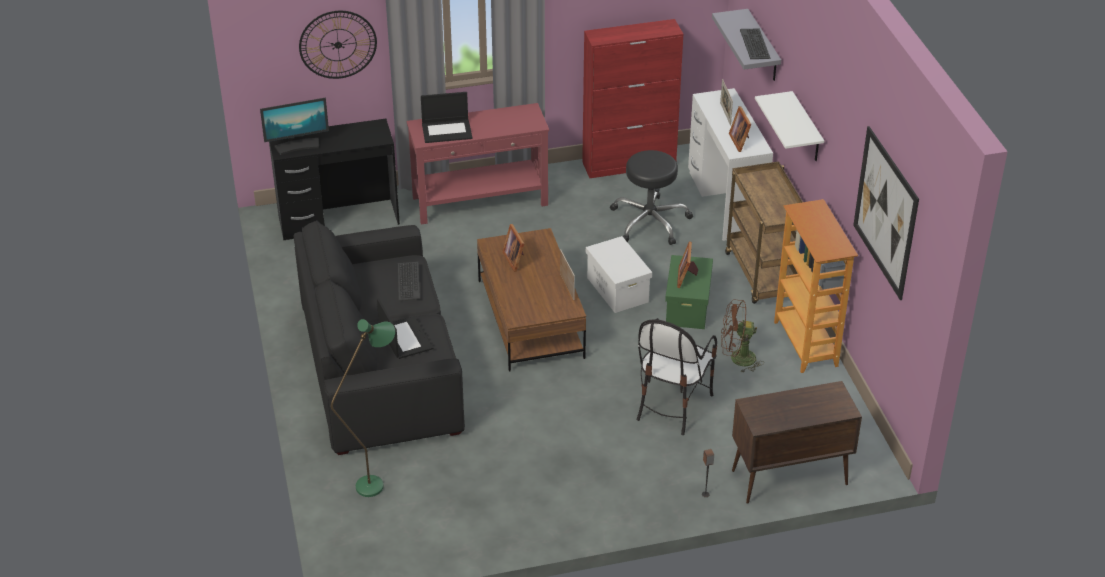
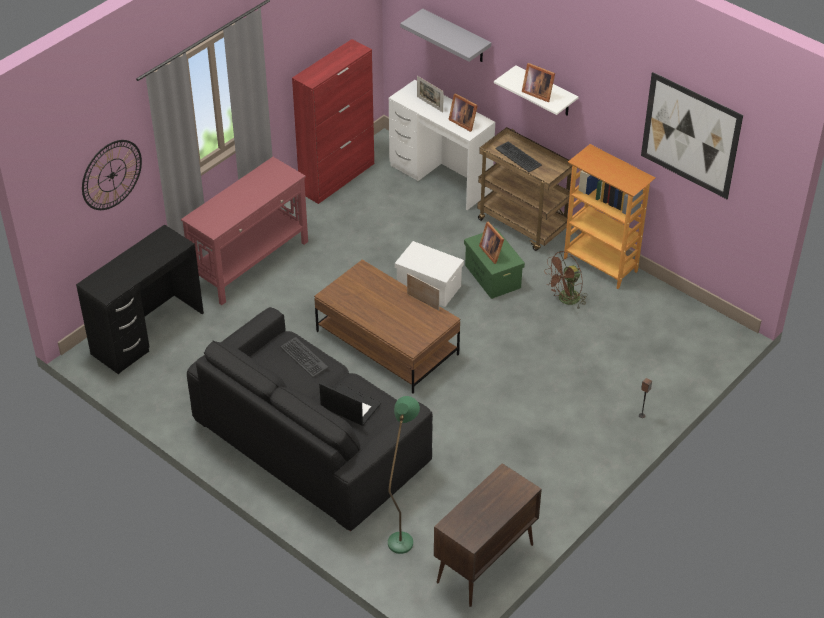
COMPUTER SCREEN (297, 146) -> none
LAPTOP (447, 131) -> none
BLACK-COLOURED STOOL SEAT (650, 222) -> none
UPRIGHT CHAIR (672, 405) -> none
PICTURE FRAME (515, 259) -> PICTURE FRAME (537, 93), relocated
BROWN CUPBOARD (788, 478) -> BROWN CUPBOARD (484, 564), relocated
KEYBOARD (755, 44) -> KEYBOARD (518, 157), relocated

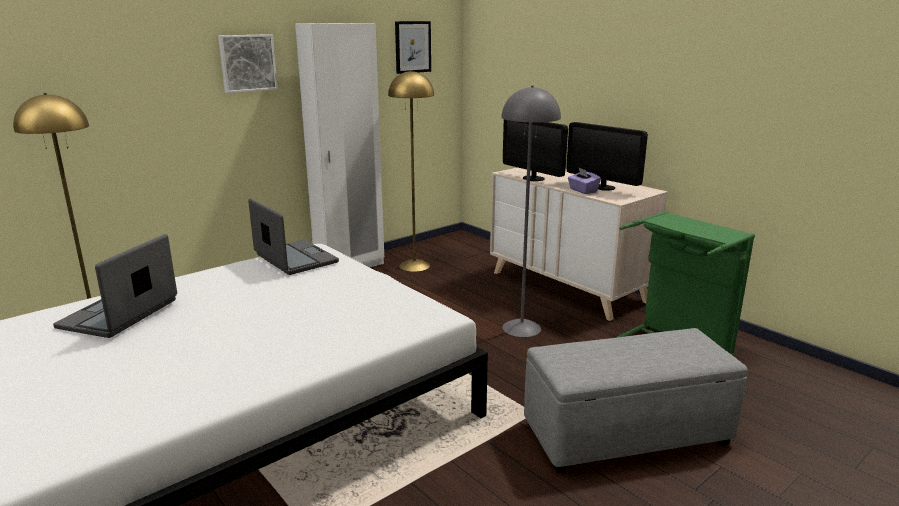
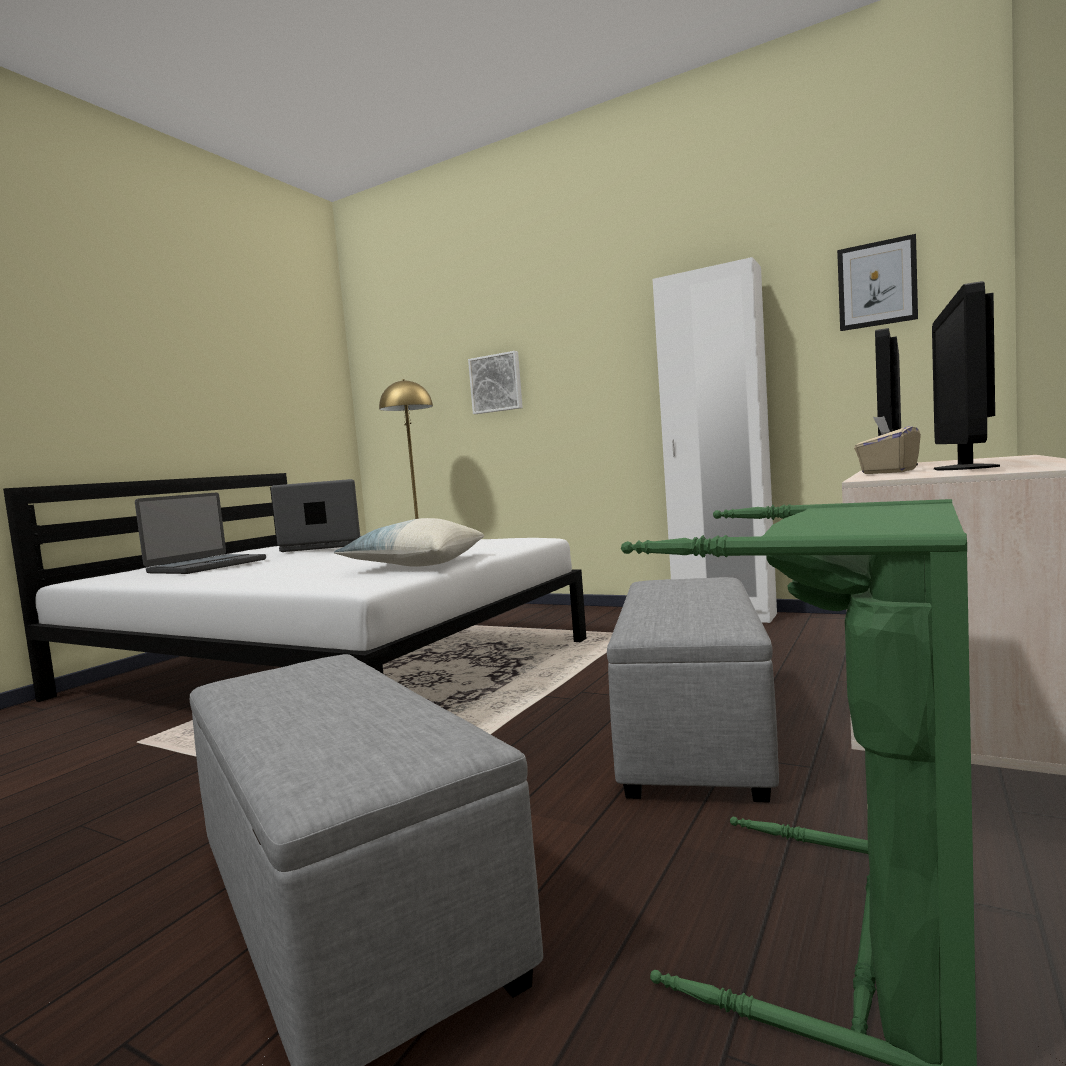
YELLOWISH STANDING LAMP (414, 265) -> none
none -> CUSHION (415, 565)
WALL PICTURE (247, 63) -> WALL PICTURE (496, 383), relocated
LAPTOP (295, 259) -> LAPTOP (206, 566), relocated
GREYISH STANDING LAMP (522, 328) -> GREYISH FOOTREST (693, 735)
PURPLE BOX OF TISSUES (582, 191) -> SAND-COLOURED BOX OF TISSUES (888, 472)

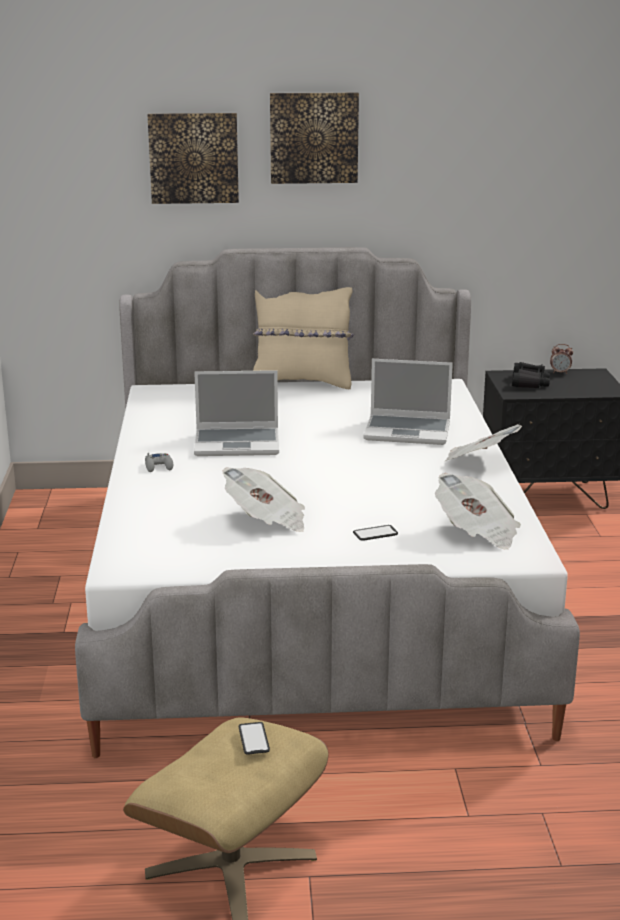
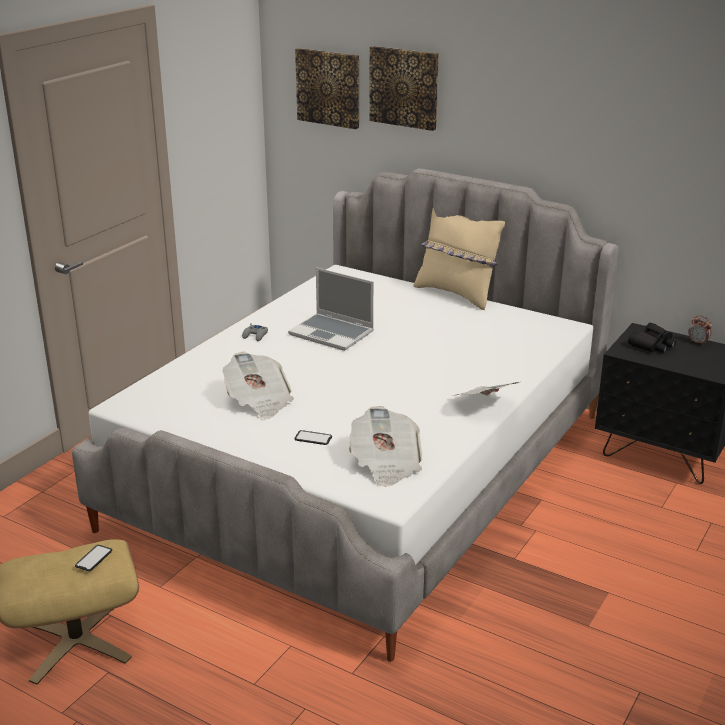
LAPTOP (408, 431) -> none
WALL PICTURE (314, 137) -> WALL PICTURE (329, 87), relocated

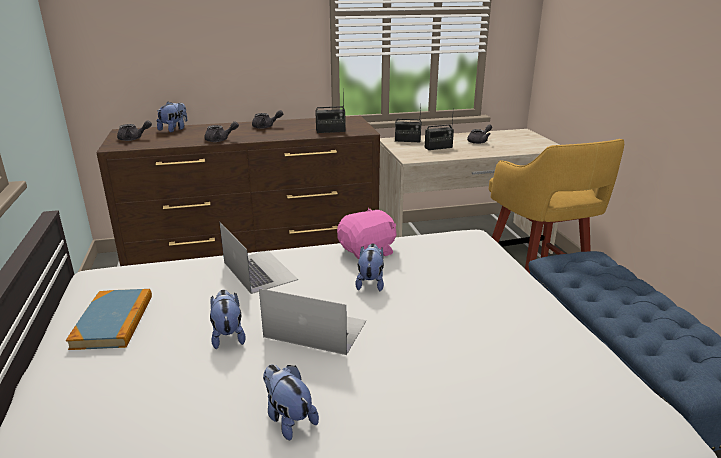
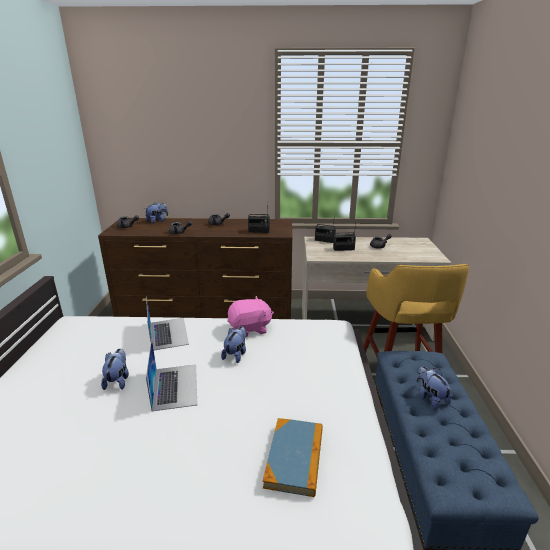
BOOK (113, 322) -> BOOK (295, 457), relocated
SOFT TOY (288, 419) -> SOFT TOY (430, 398), relocated
LAPTOP (315, 329) -> LAPTOP (175, 386), 45 degrees clockwise

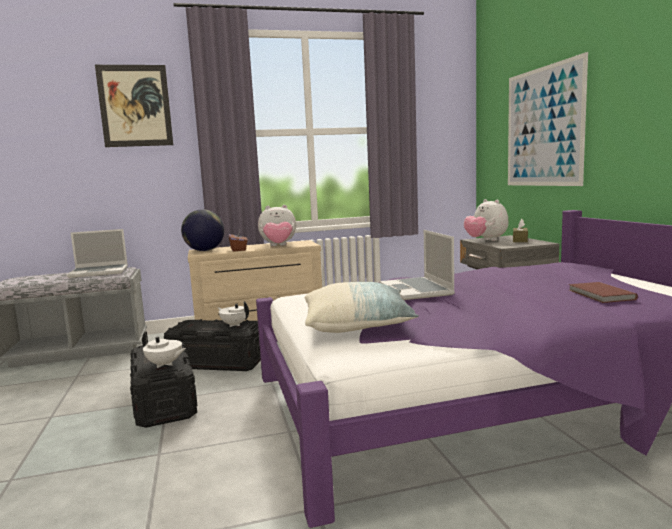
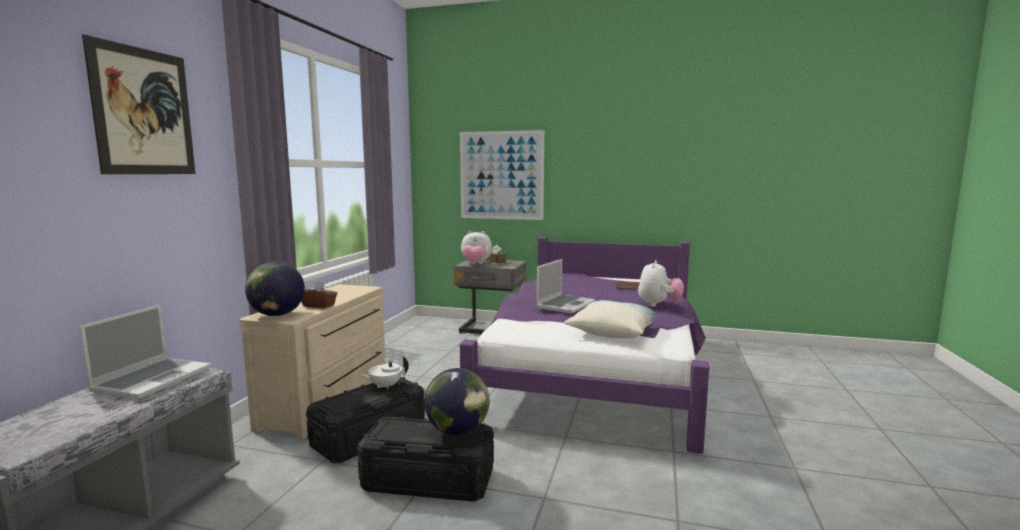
SOFT TOY (278, 246) -> SOFT TOY (659, 305), relocated
WHITISH TEA POT (164, 364) -> WORLD GLOBE (458, 431)
LAPTOP (417, 290) -> LAPTOP (565, 305), 75 degrees counterclockwise

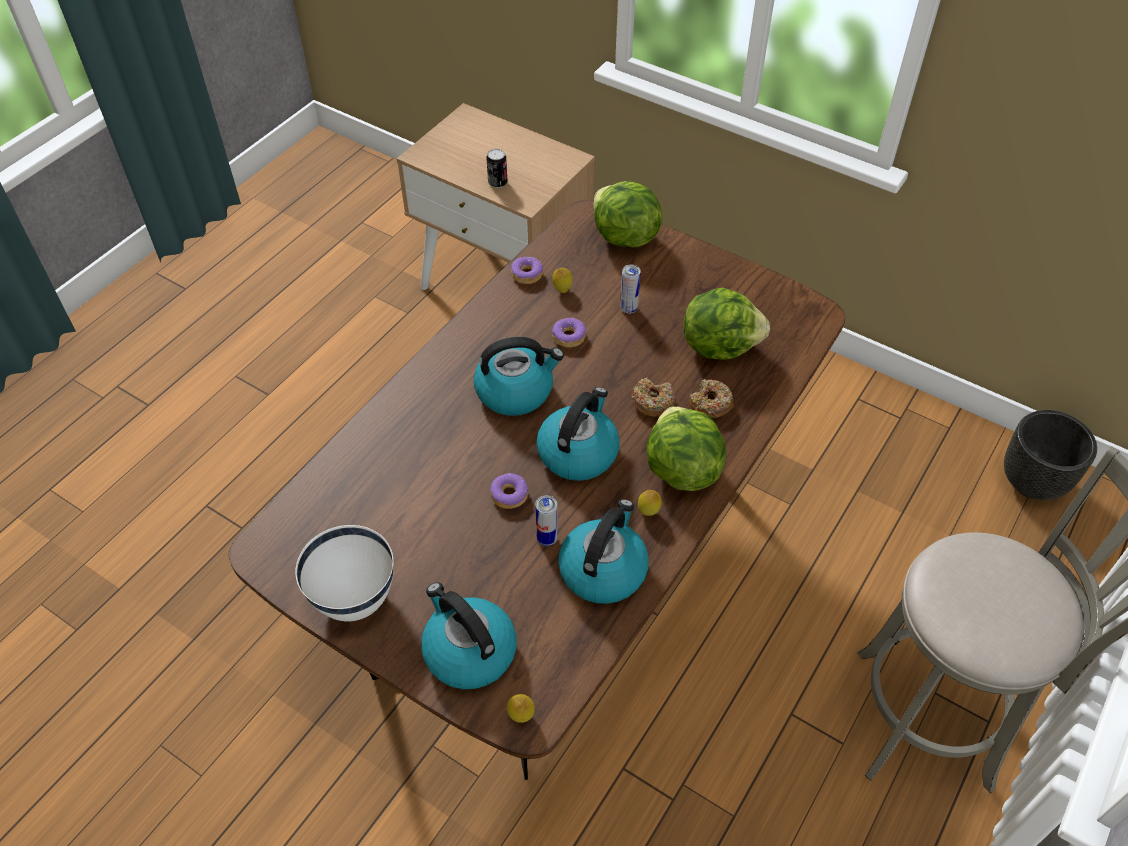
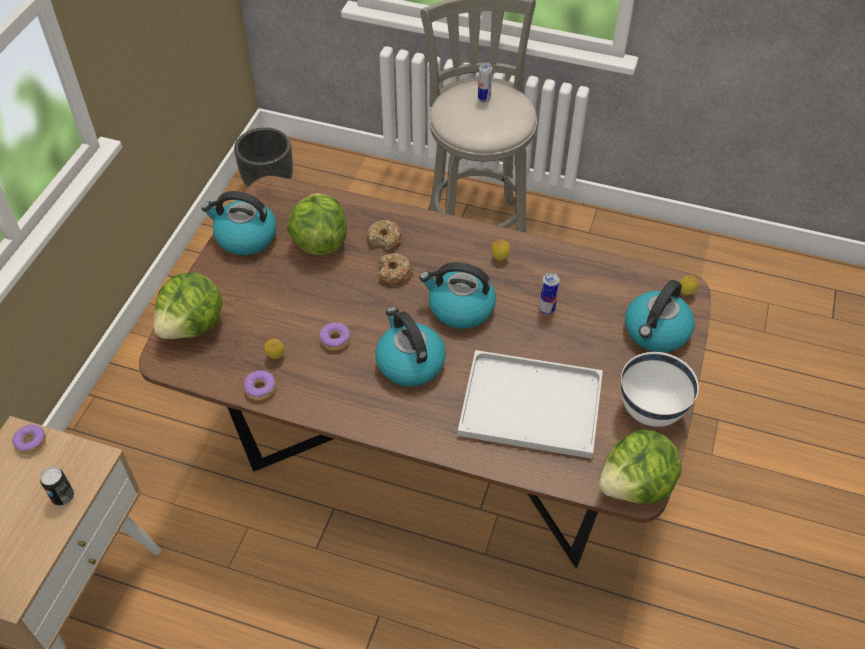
none -> WHITISH TRAY (534, 404)
DOUGHNUT (509, 495) -> DOUGHNUT (31, 442), relocated
KETTLE (603, 569) -> KETTLE (245, 237), relocated
CAN (628, 308) -> CAN (484, 99), relocated
LETTUCE HEAD (681, 470) -> LETTUCE HEAD (636, 486), relocated

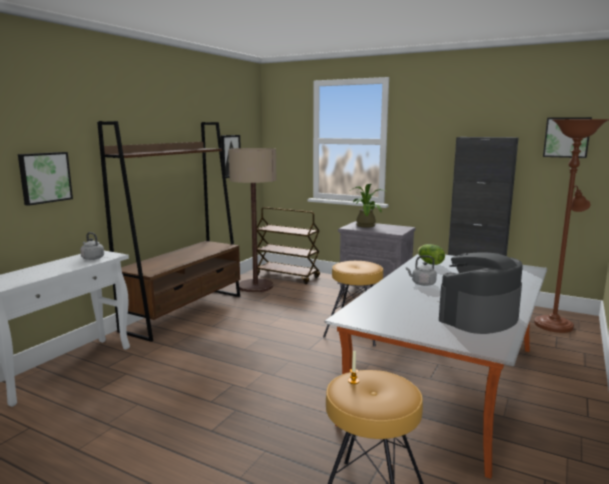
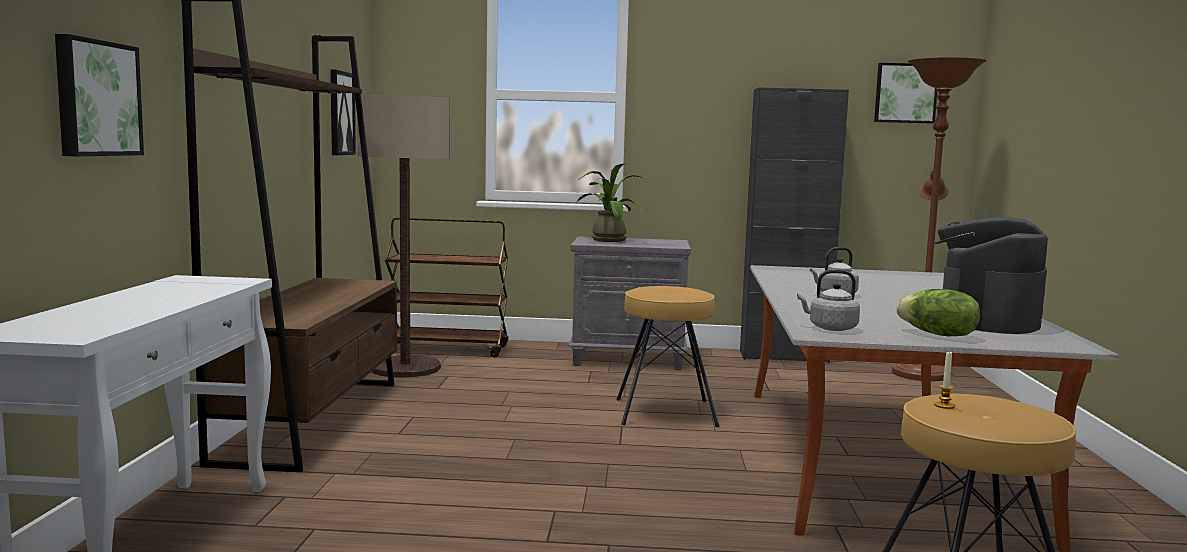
GREYISH KETTLE (92, 258) -> GREYISH KETTLE (830, 328), relocated
LETTUCE HEAD (429, 263) -> LETTUCE HEAD (938, 335), relocated

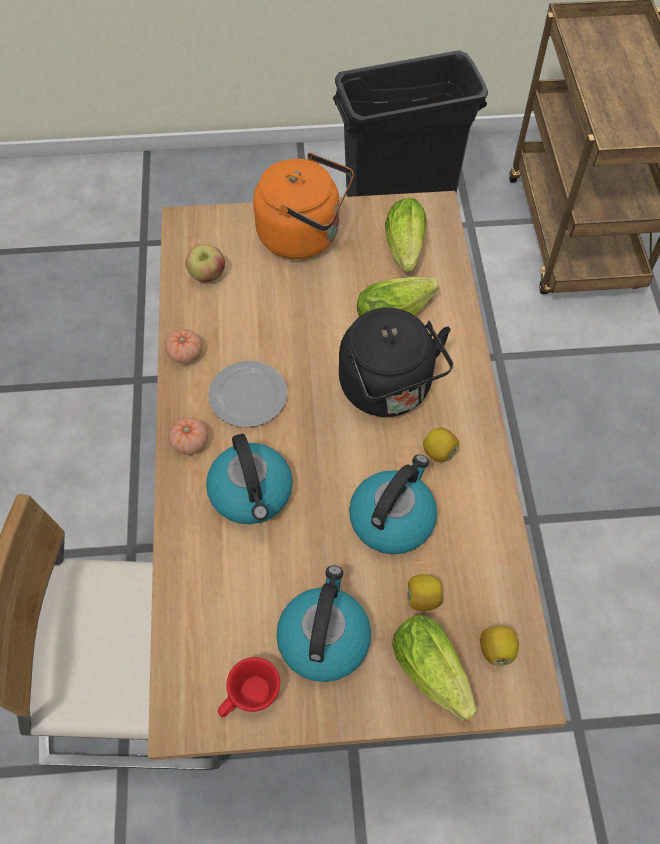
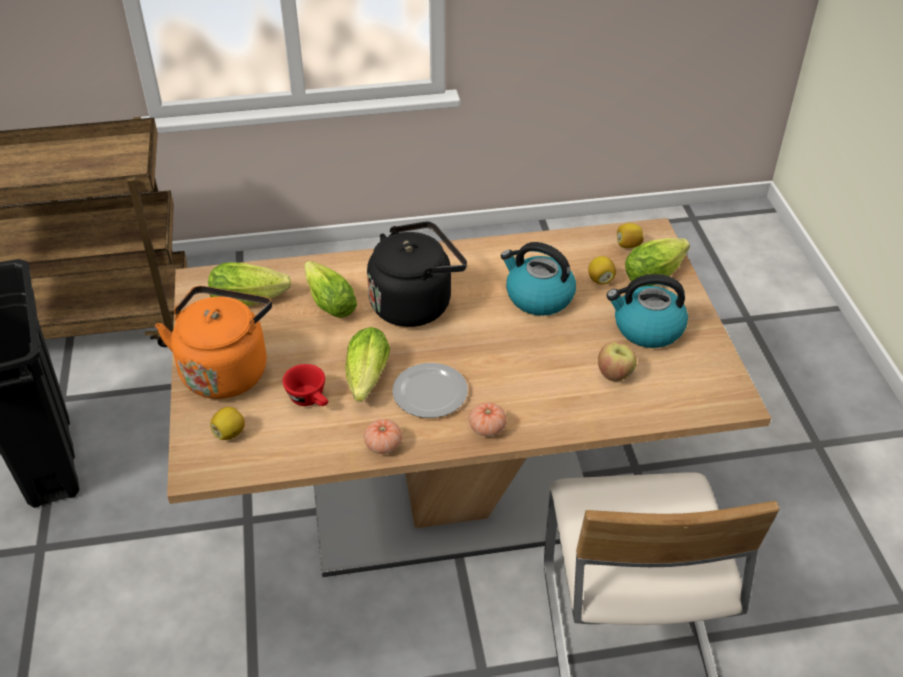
KETTLE (252, 493) -> none
none -> LETTUCE HEAD (366, 381)
APPLE FRUIT (207, 275) -> APPLE FRUIT (615, 374), relocated
RED SMALL CUP (249, 698) -> RED SMALL CUP (310, 400), relocated
LEMON (439, 452) -> LEMON (230, 433), relocated

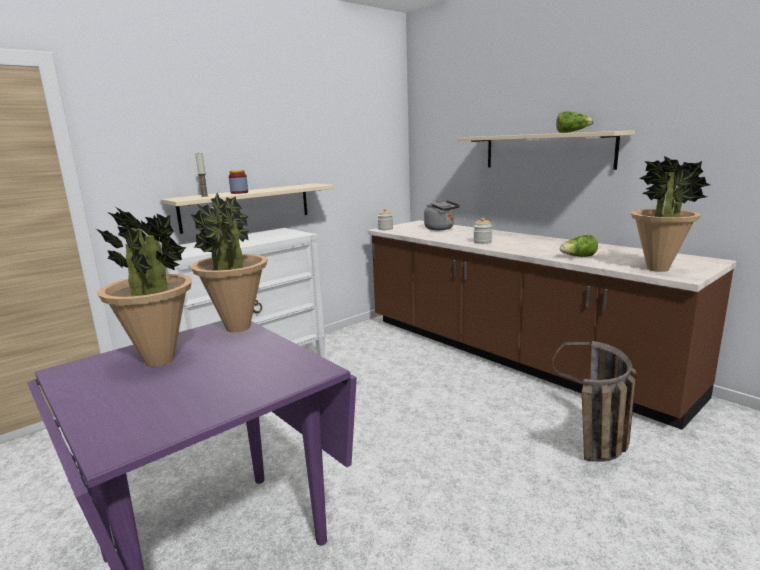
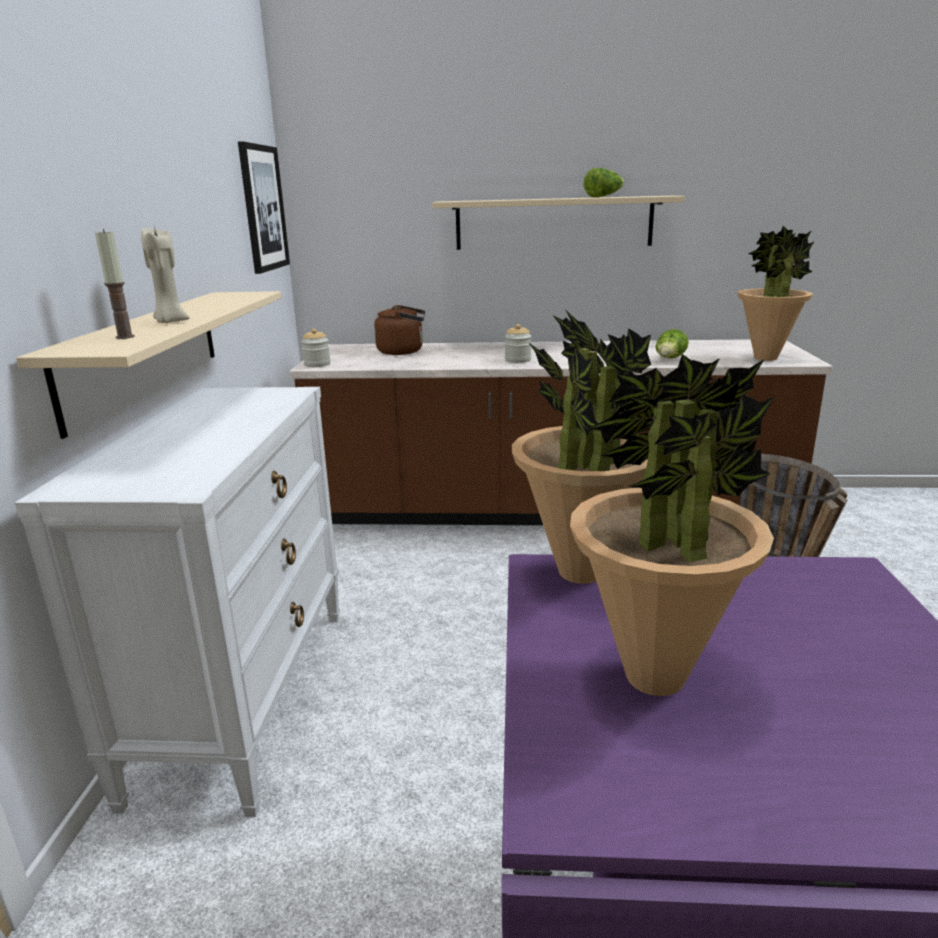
none -> WALL PICTURE (263, 208)
JAR (239, 192) -> SAND-COLOURED WAX LIGHT (170, 322)
GREYISH KETTLE (441, 229) -> BROWN KETTLE (403, 351)

